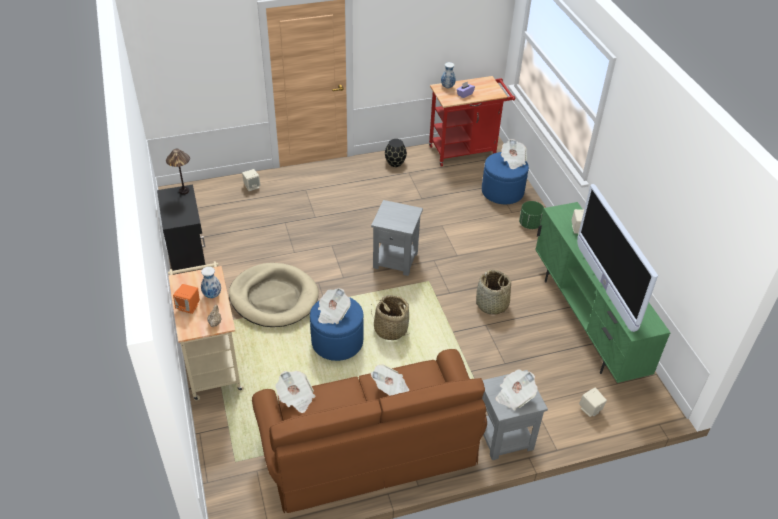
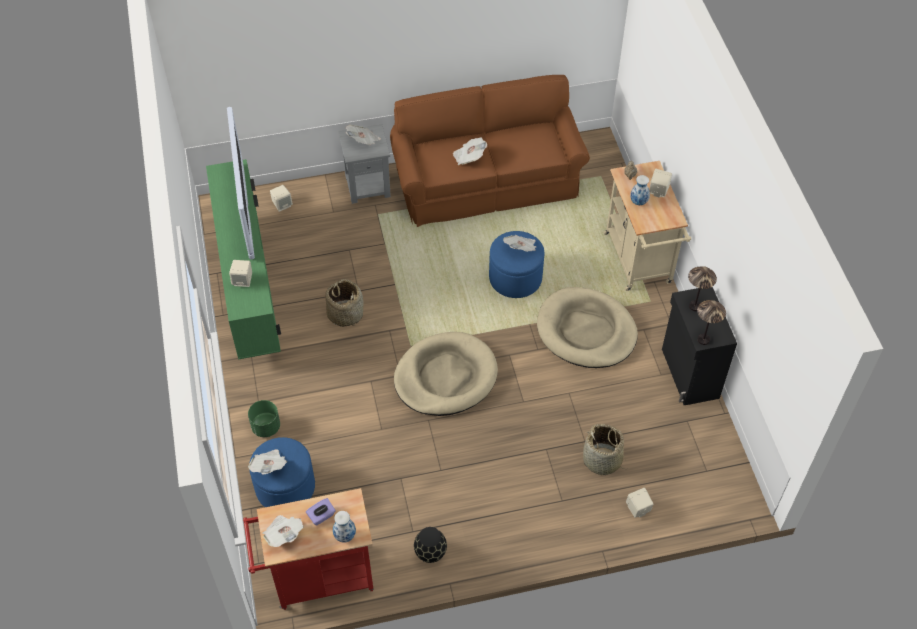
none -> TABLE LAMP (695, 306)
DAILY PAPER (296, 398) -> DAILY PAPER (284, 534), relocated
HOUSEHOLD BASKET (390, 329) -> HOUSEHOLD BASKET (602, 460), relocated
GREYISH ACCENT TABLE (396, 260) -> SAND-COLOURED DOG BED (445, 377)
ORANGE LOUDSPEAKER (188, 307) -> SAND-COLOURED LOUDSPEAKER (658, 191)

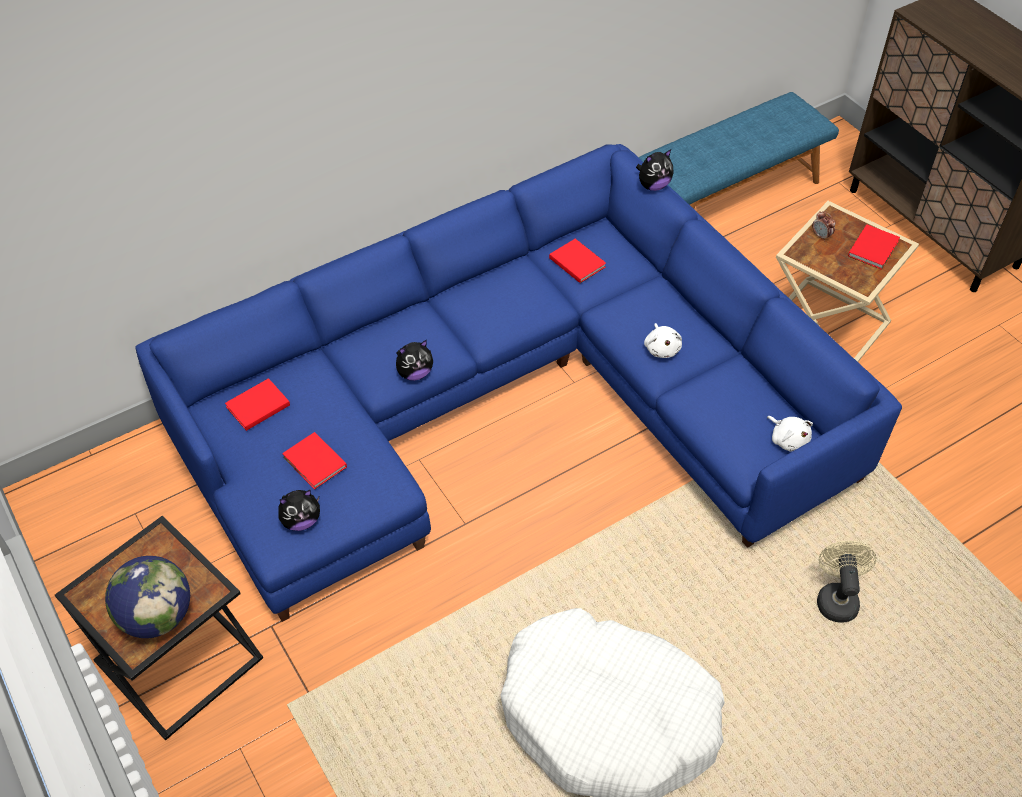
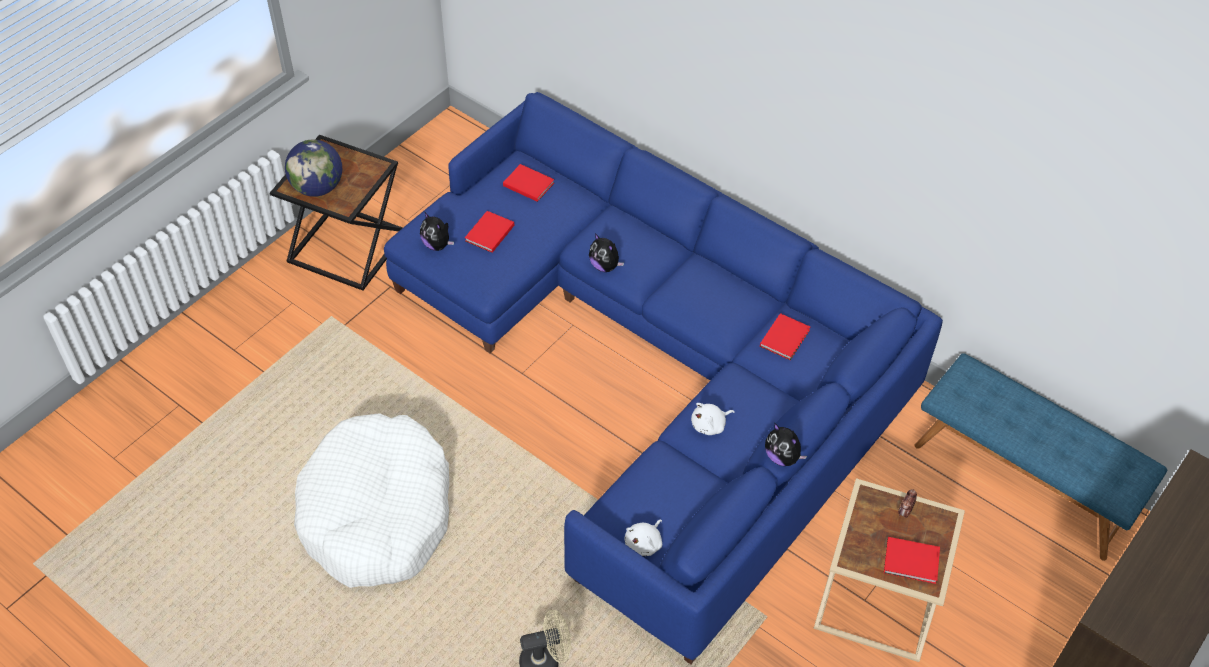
SOFT TOY (653, 185) -> SOFT TOY (782, 457), relocated

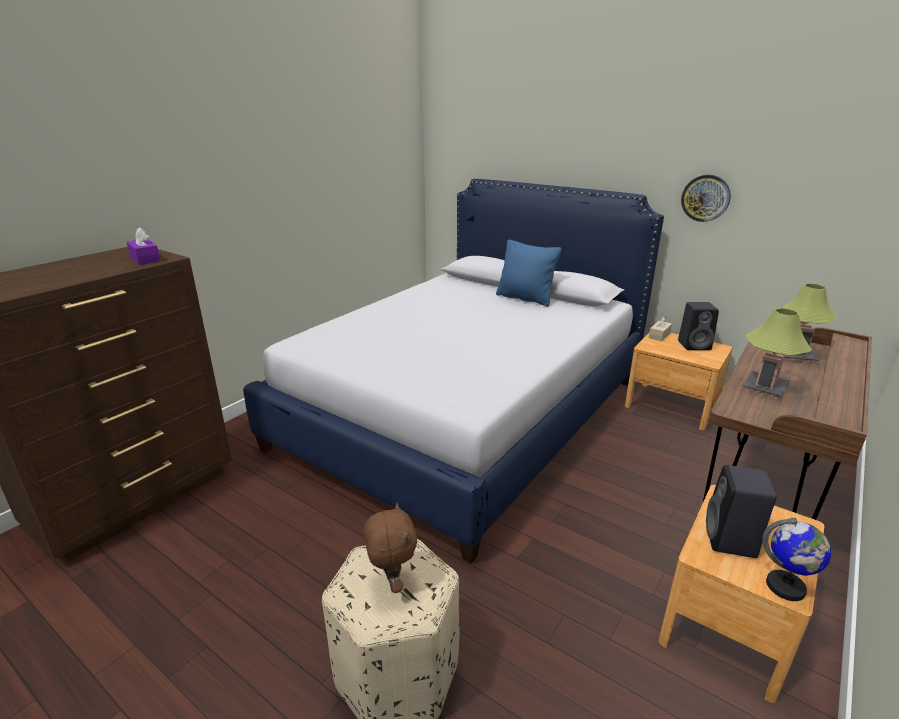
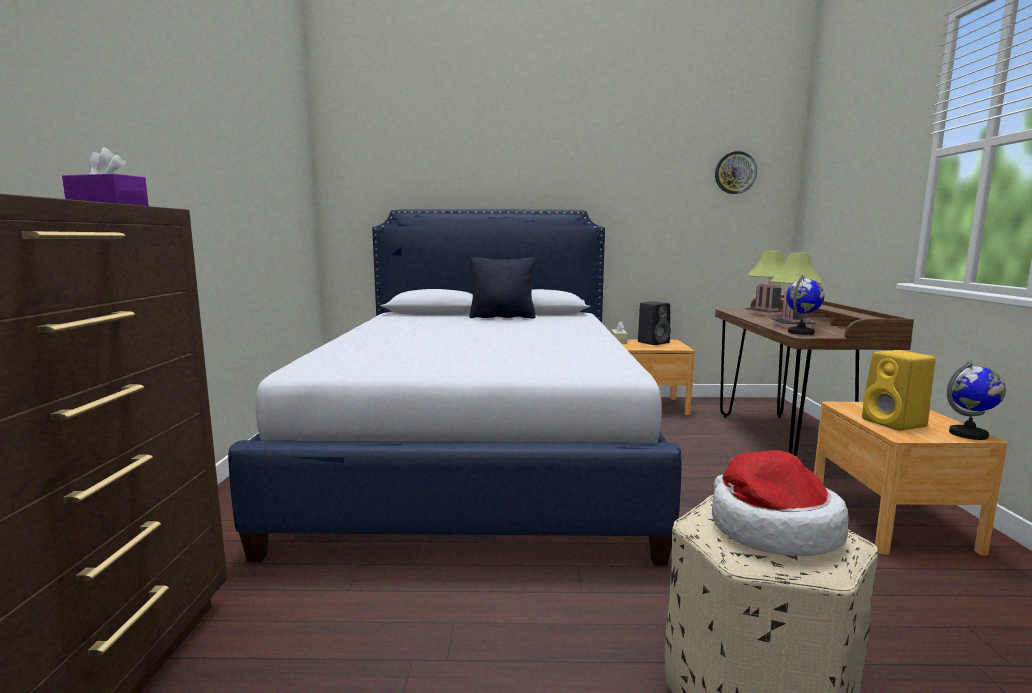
none -> WORLD GLOBE (801, 332)
HANGING CLOCK (705, 198) -> HANGING CLOCK (735, 173), relocated
BROWN SOFT TOY (391, 582) -> HAT (770, 529)
BLUE CUSHION (525, 298) -> BLACK-COLOURED CUSHION (502, 317)
BLACK-COLOURED LOUDSPEAKER (731, 541) -> YELLOWISH LOUDSPEAKER (895, 423)

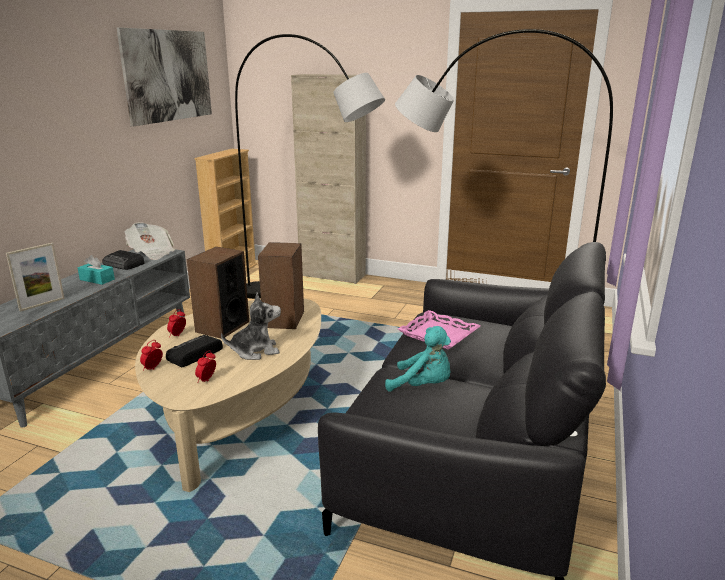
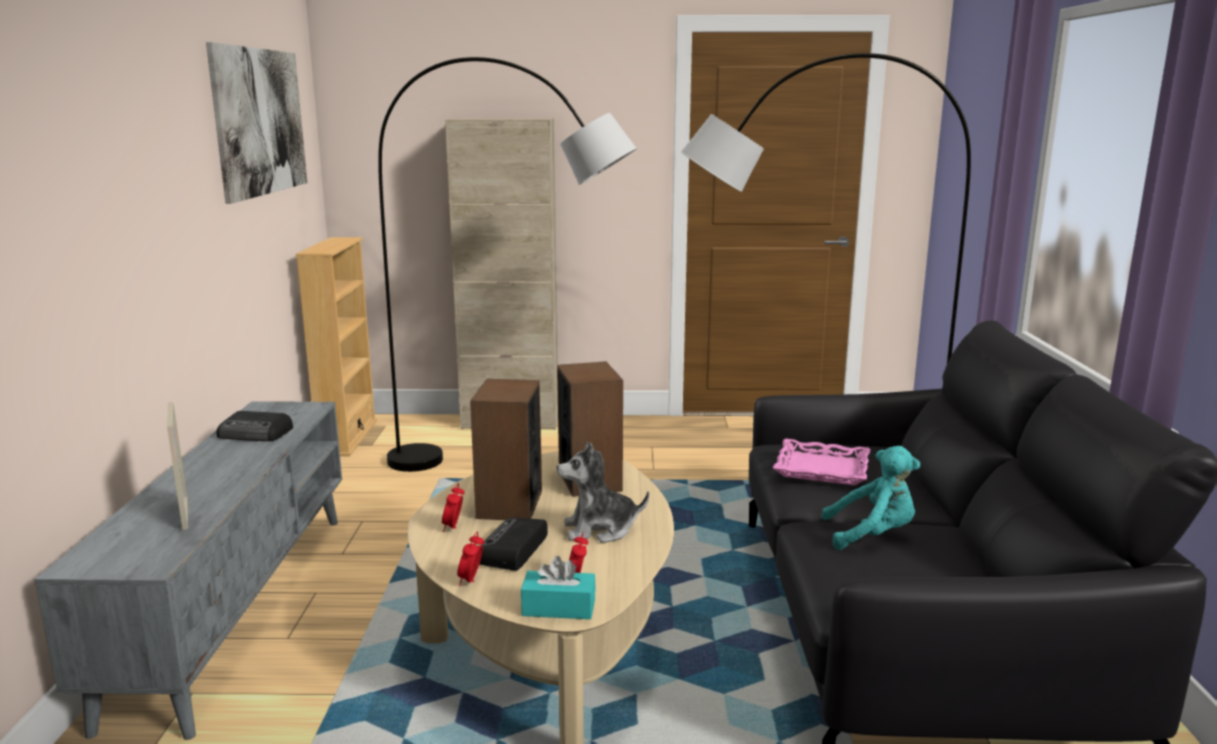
DAILY PAPER (151, 253) -> none
TURQUOISE BOX OF TISSUES (97, 279) -> TURQUOISE BOX OF TISSUES (558, 608), relocated
PICTURE FRAME (42, 304) -> PICTURE FRAME (185, 513), 45 degrees counterclockwise
SOFT TOY (255, 351) -> SOFT TOY (600, 530), 150 degrees counterclockwise

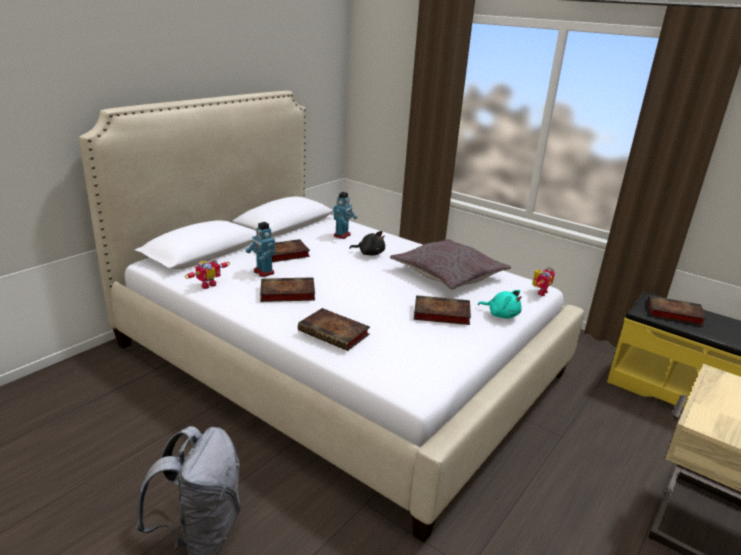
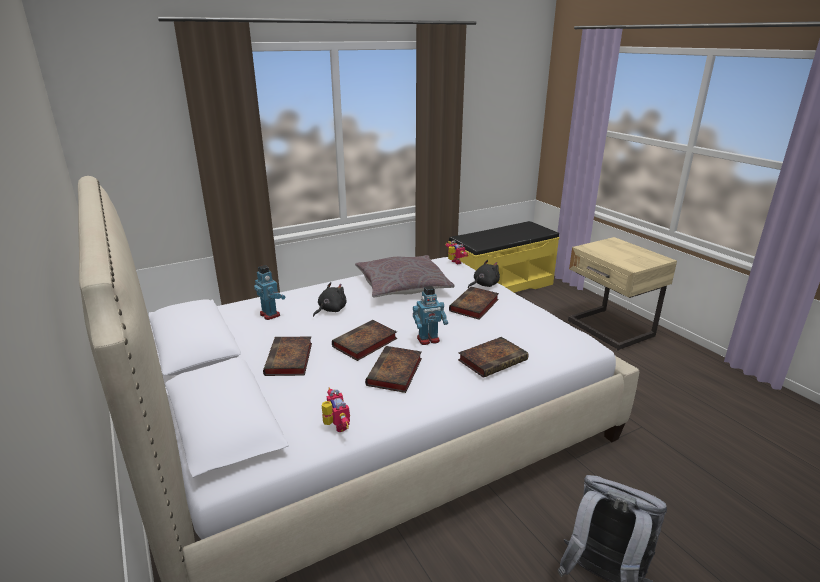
ROBOT FIGURE (263, 272) -> ROBOT FIGURE (428, 340), relocated
BOOK (673, 313) -> BOOK (364, 344), relocated
TURQUOISE SOFT TOY (501, 314) -> BLACK-COLOURED SOFT TOY (484, 285)

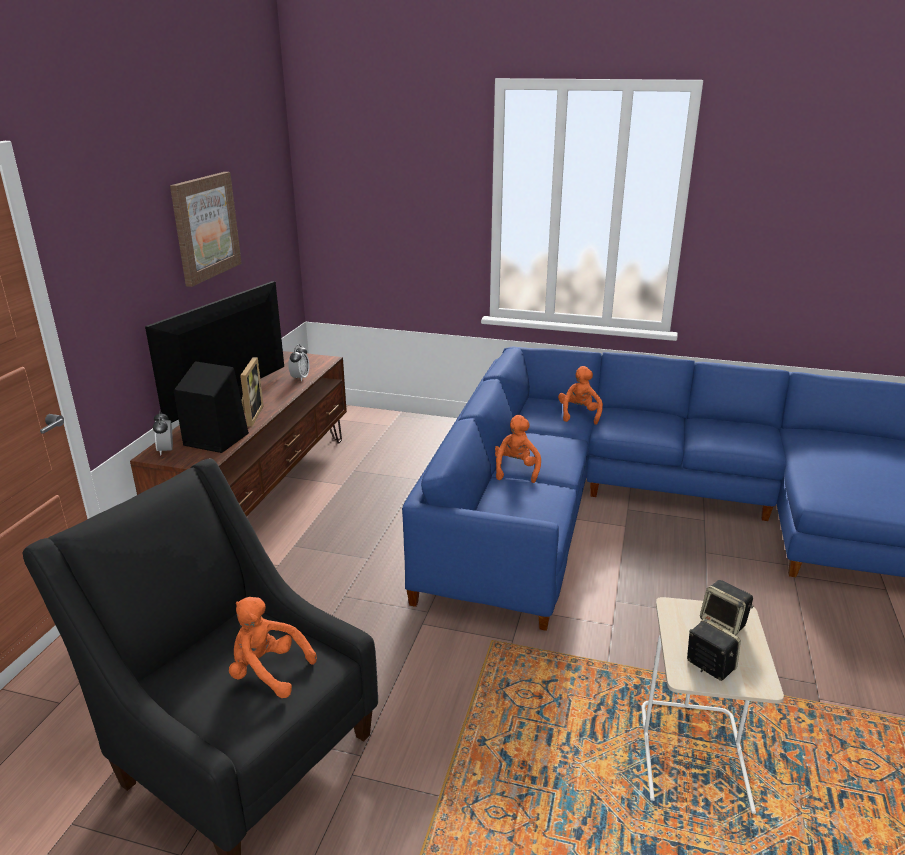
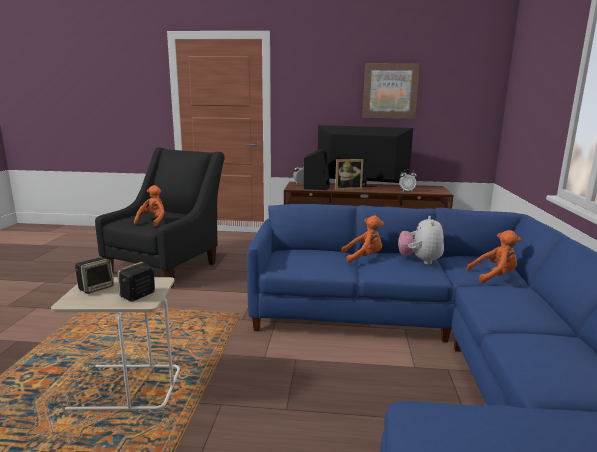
none -> SOFT TOY (420, 261)

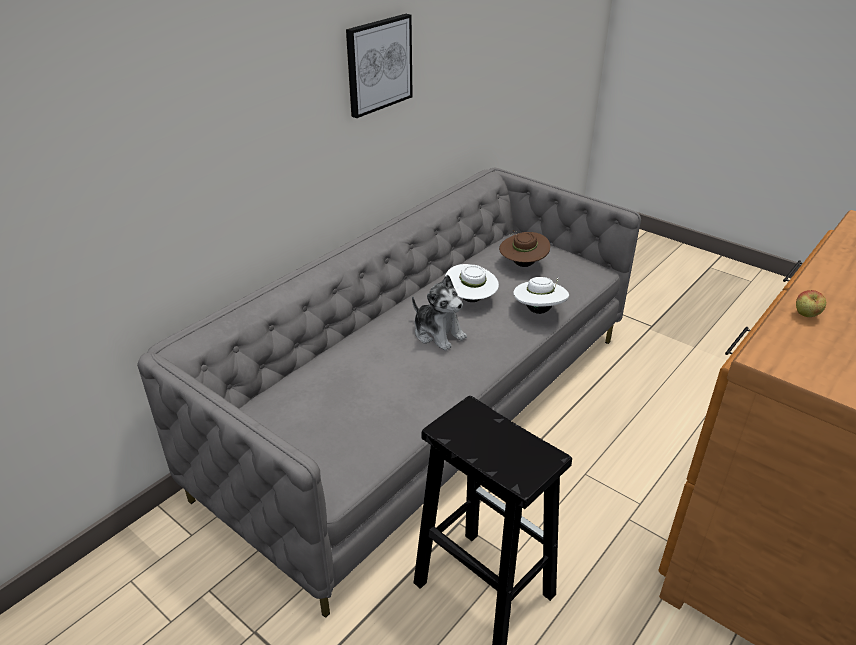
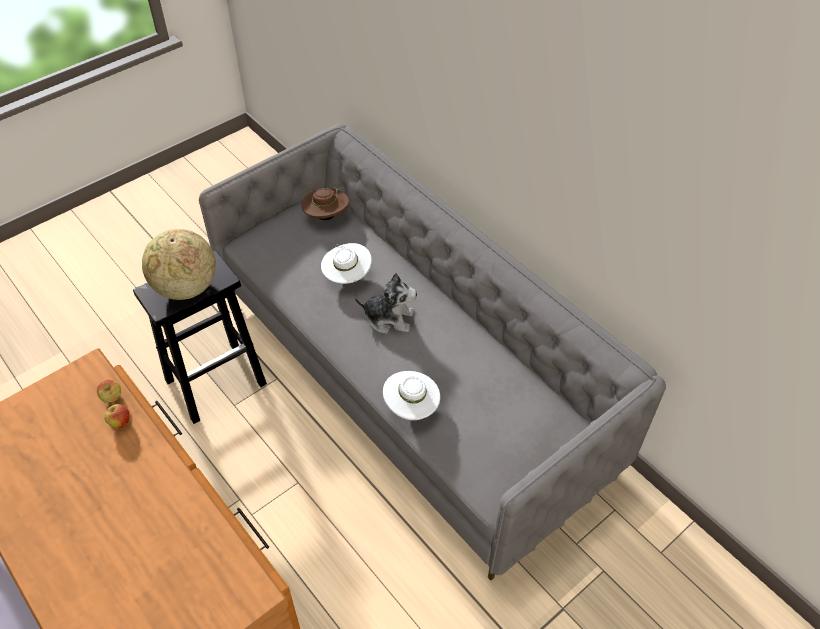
WALL PICTURE (378, 64) -> none
none -> APPLE FRUIT (112, 398)
none -> WORLD GLOBE (185, 288)
WHITISH HAT (470, 299) -> WHITISH HAT (347, 276), relocated
BROWN HAT (523, 264) -> BROWN HAT (326, 216), relocated
SOFT TOY (438, 334) -> SOFT TOY (388, 318), 135 degrees counterclockwise

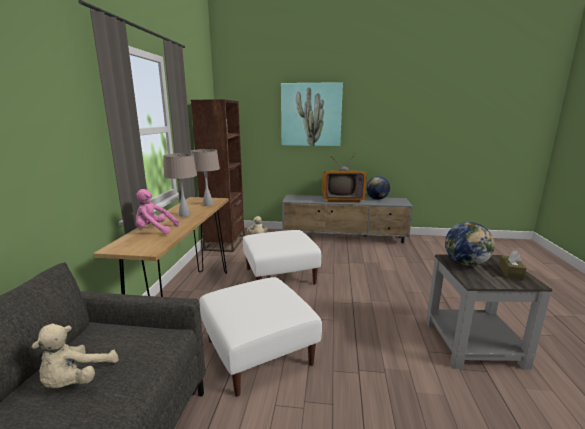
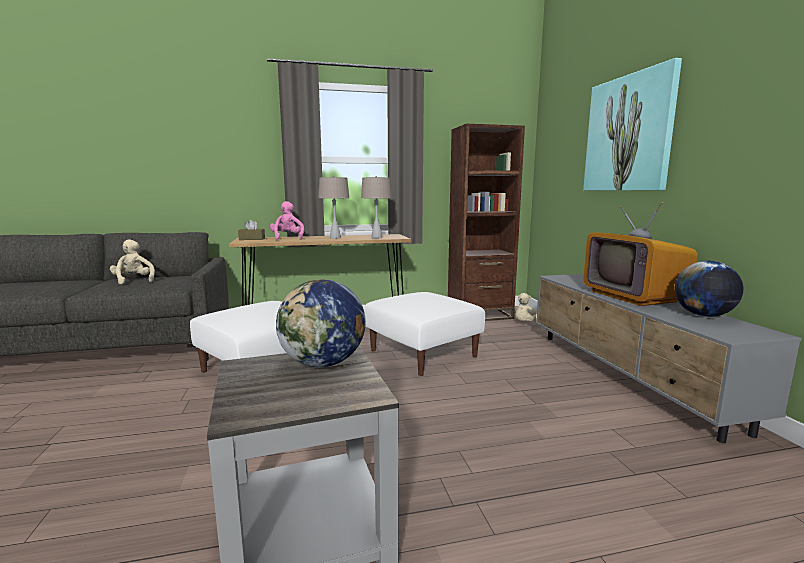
BROWN BOX OF TISSUES (510, 272) -> BROWN BOX OF TISSUES (252, 239), relocated
SAND-COLOURED SOFT TOY (76, 380) -> SAND-COLOURED SOFT TOY (134, 281), 60 degrees clockwise

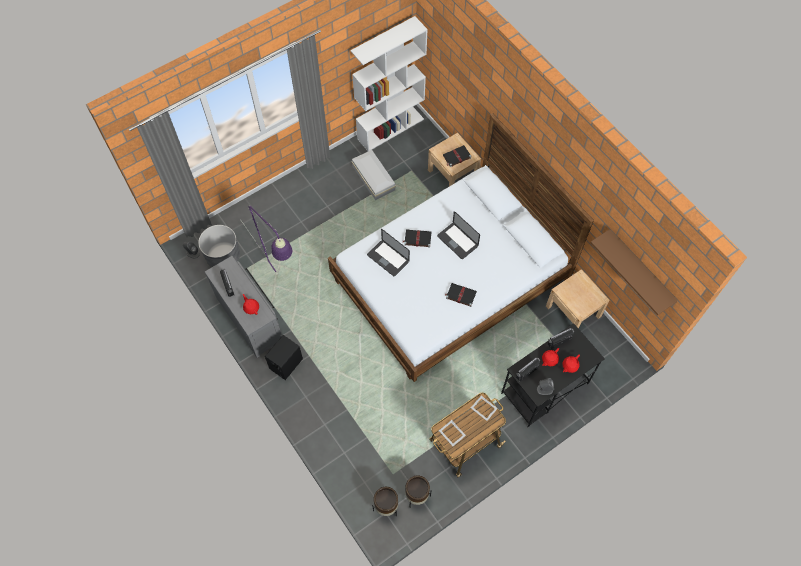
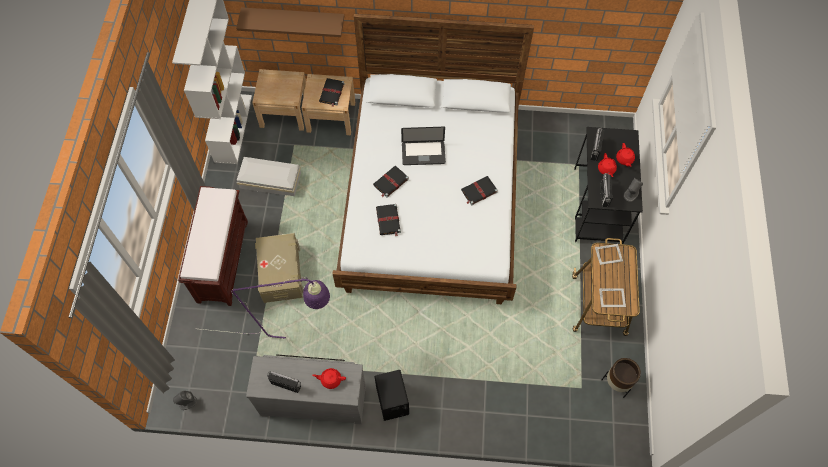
GREYISH PLANT POT (223, 257) -> none
BROWN PLANT POT (386, 506) -> none
none -> BROWN INDOOR BENCH (222, 260)
none -> SAND-COLOURED STORAGE CONTAINER (281, 273)
SAND-COLOURED NIGHTSTAND (573, 311) -> SAND-COLOURED NIGHTSTAND (284, 112), relocated
BROWN WALL SHELF (640, 269) -> BROWN WALL SHELF (294, 19), relocated
LAPTOP (388, 258) -> BLACK-COLOURED BOOK (388, 221)

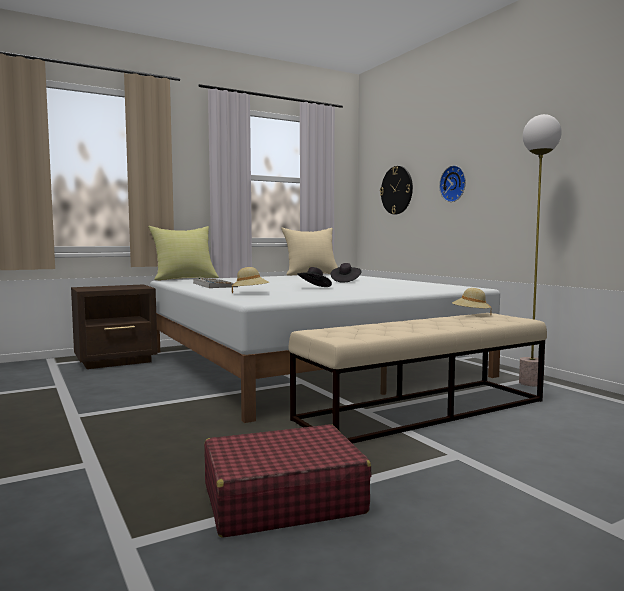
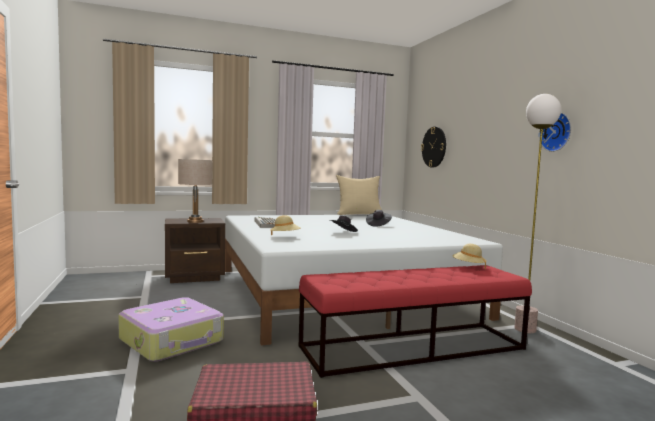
YELLOWISH CUSHION (184, 279) -> none
none -> PIECE OF LUGGAGE (173, 341)
none -> SAND-COLOURED TABLE LAMP (195, 221)
HANGING CLOCK (454, 184) -> HANGING CLOCK (557, 132), relocated
SAND-COLOURED INDOOR BENCH (423, 410) -> RED INDOOR BENCH (414, 347)

